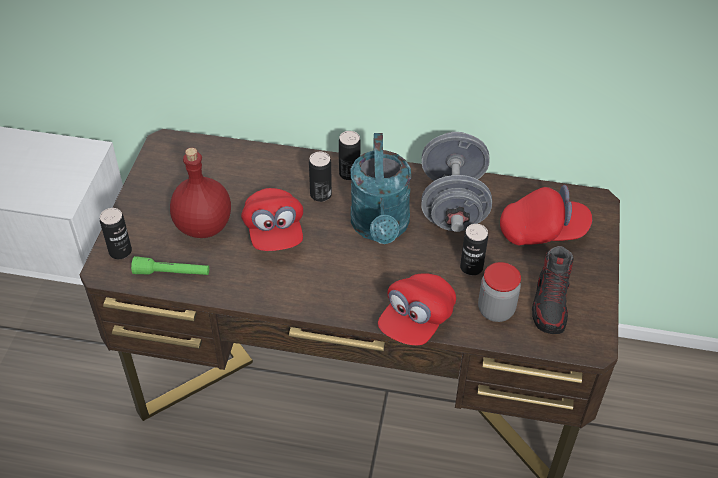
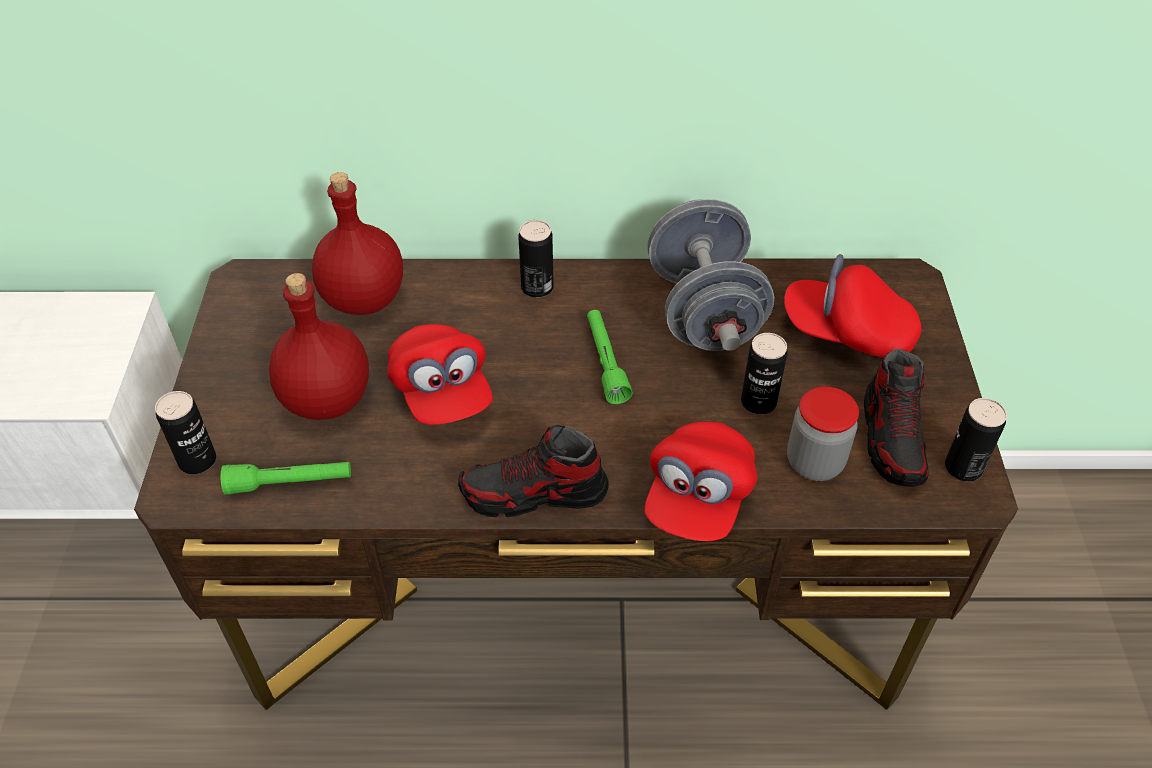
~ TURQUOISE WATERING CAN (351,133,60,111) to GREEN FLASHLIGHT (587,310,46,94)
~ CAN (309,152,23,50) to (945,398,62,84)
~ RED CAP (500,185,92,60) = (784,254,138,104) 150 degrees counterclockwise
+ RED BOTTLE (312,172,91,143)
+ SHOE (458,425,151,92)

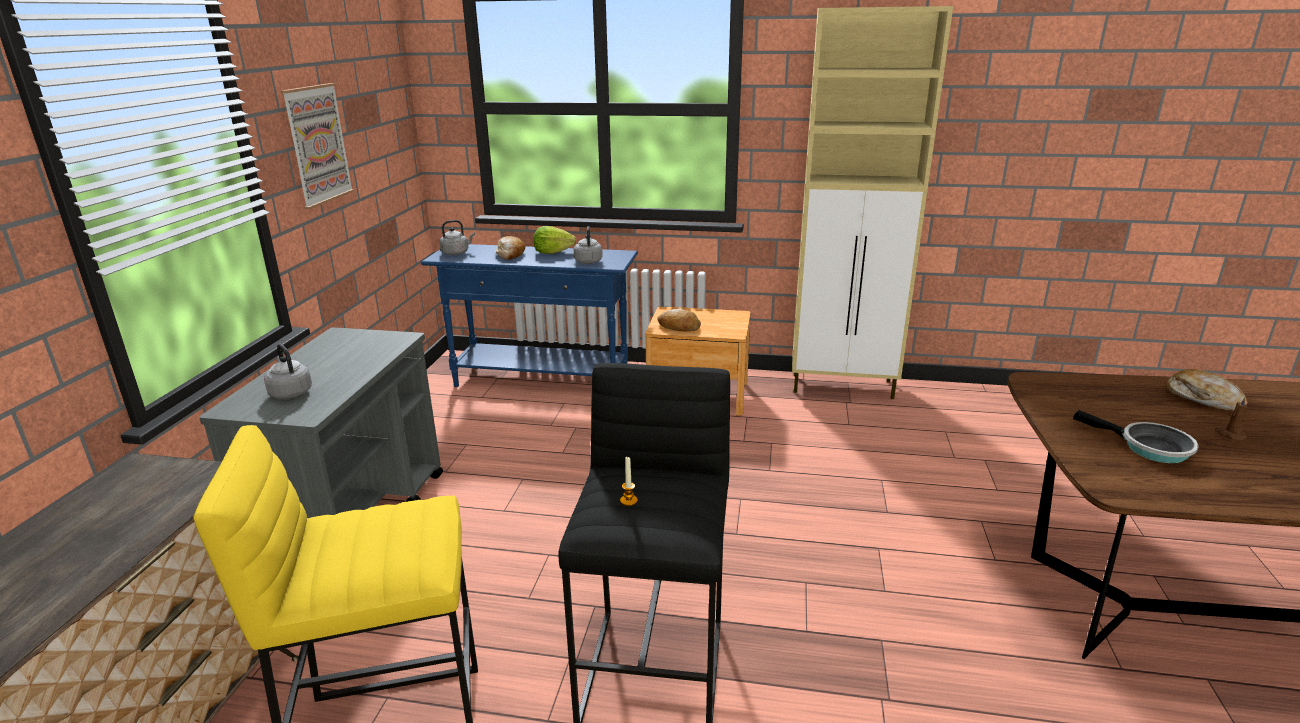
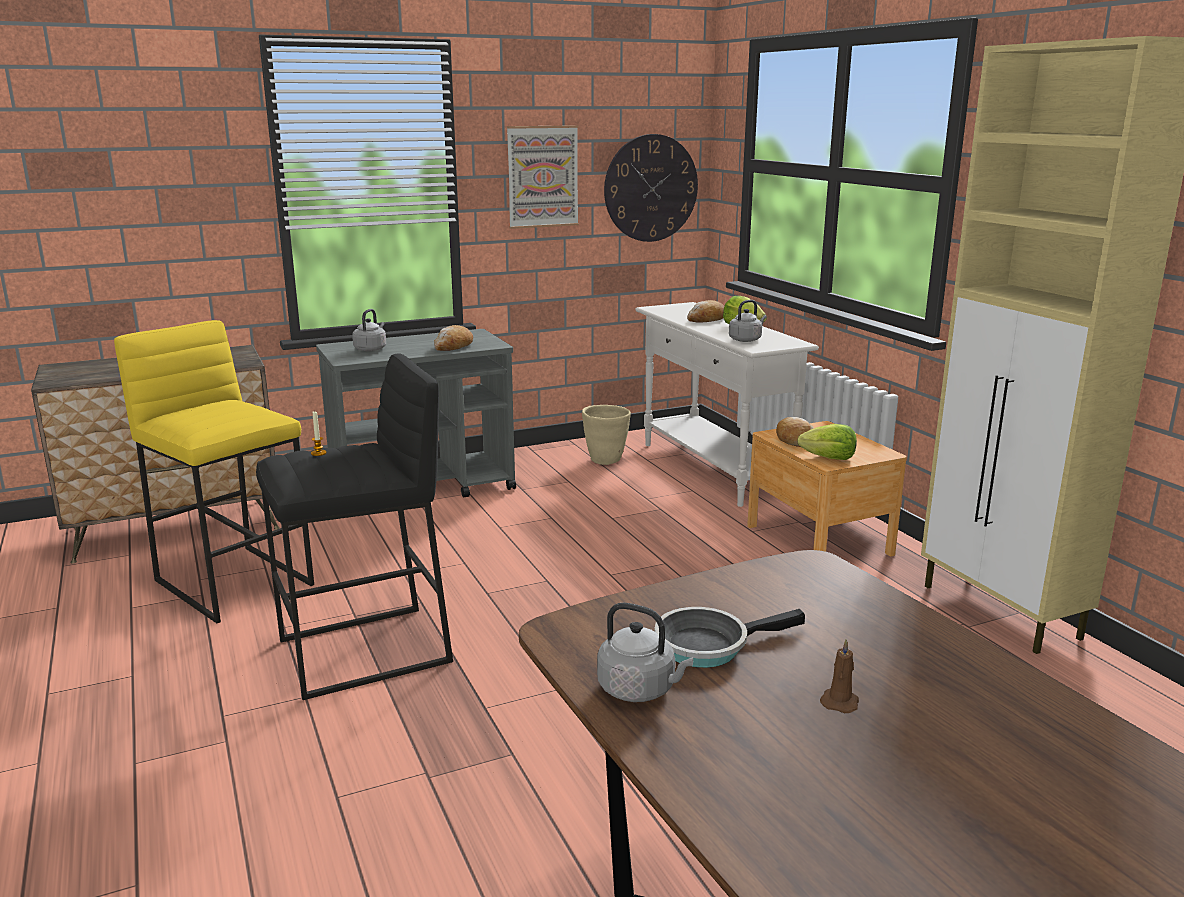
~ GREY KETTLE (439,220,36,35) to (597,603,97,99)
~ BLUE CONSOLE TABLE (421,244,217,143) to WHITE CONSOLE TABLE (635,302,184,205)
~ BREAD (1166,369,82,42) to (434,325,39,26)
~ FRYING PAN (1073,410,125,53) = (654,607,151,61) 60 degrees clockwise
+ WALL CLOCK (604,134,94,108)
+ BEIGE PLANTER (582,405,49,60)
+ LETTUCE (798,424,59,36)

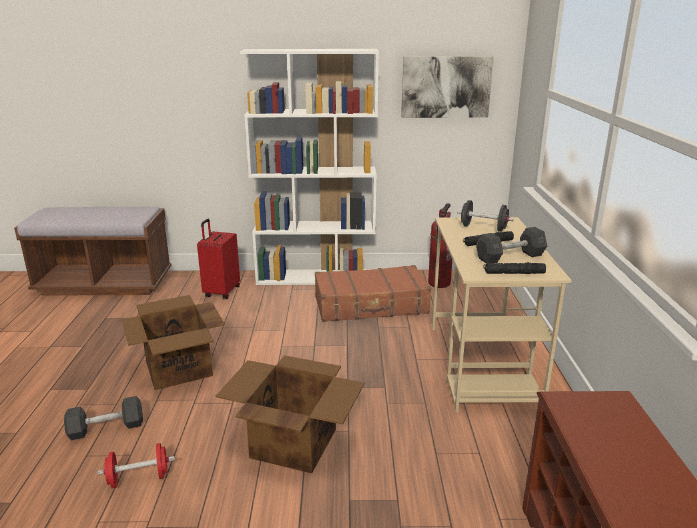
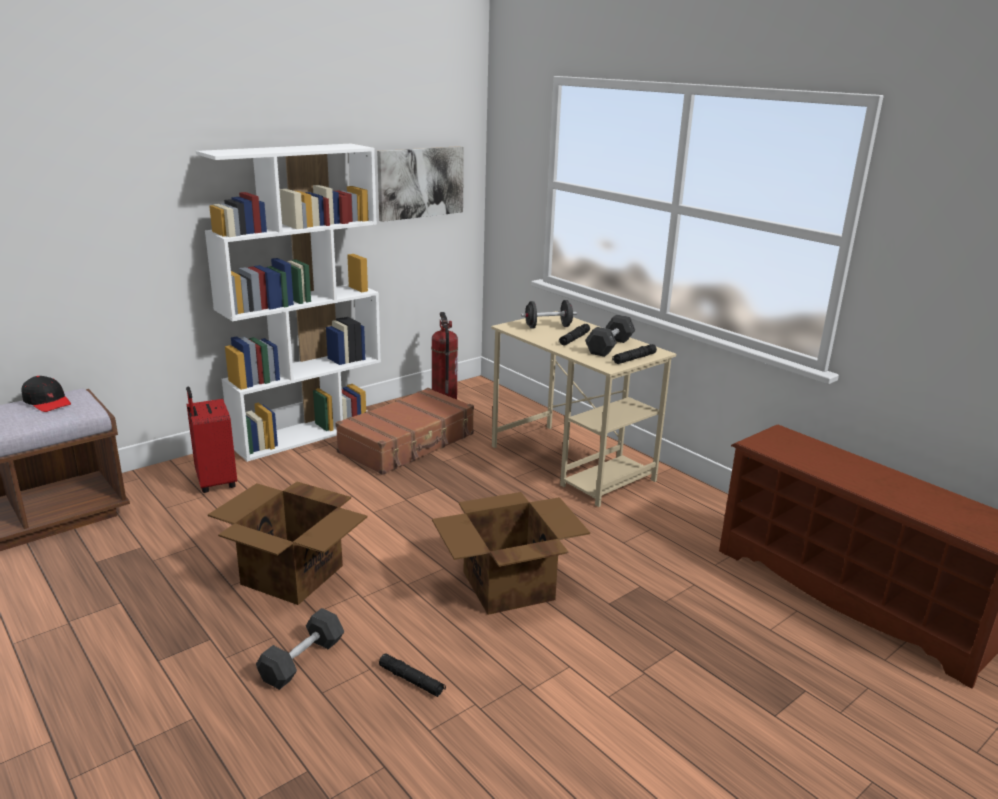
~ RED DUMBBELL (97,443,78,45) to BLACK FLASHLIGHT (379,654,67,43)
+ BLACK CAP (21,376,50,36)

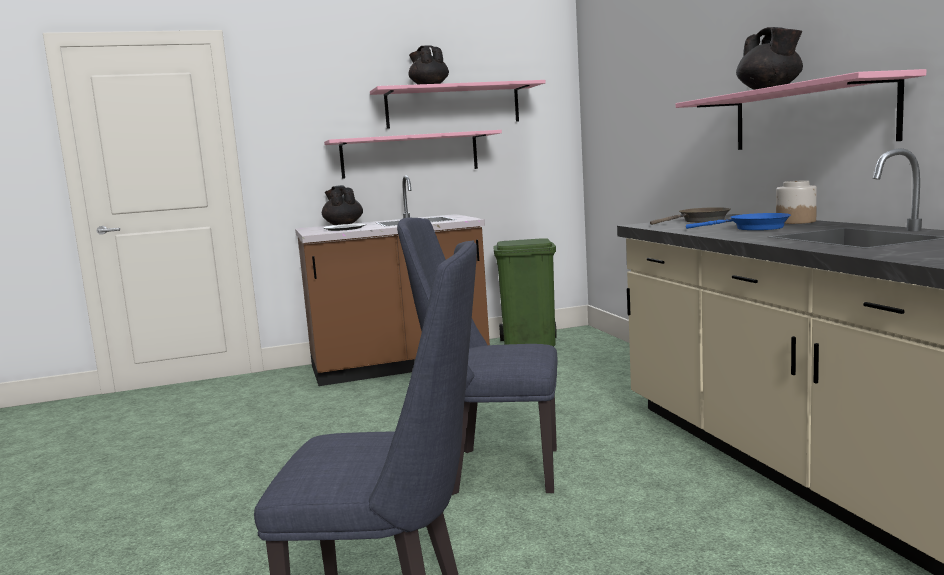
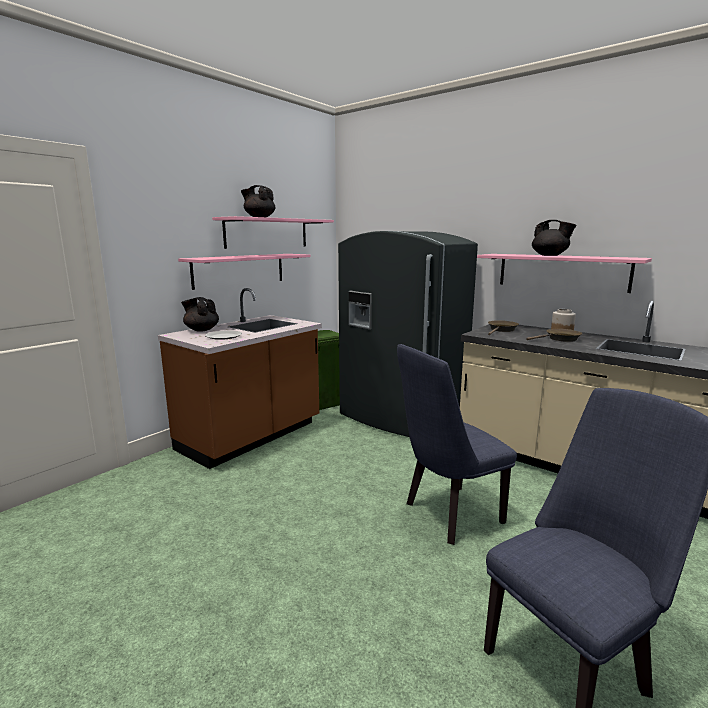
~ BLUE FRYING PAN (686,213,105,17) to BROWN FRYING PAN (526,329,56,13)
+ GREY FRIDGE (338,231,140,206)

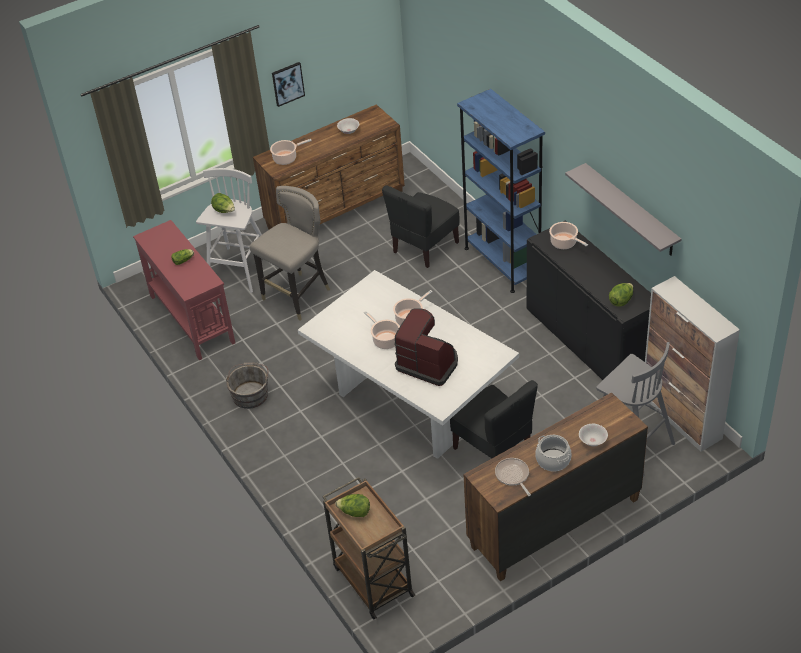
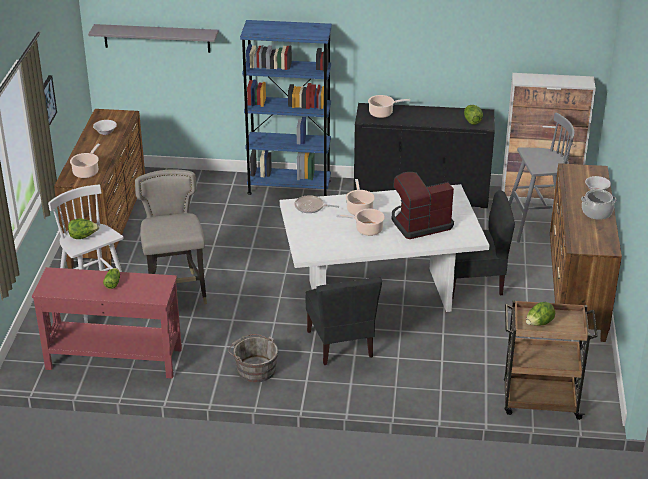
~ GREY SHELF (565,163,117,93) to (88,24,131,29)
~ BLACK CHAIR (382,185,78,83) to (305,277,77,88)
~ FRYING PAN (495,458,36,38) to (294,195,45,18)

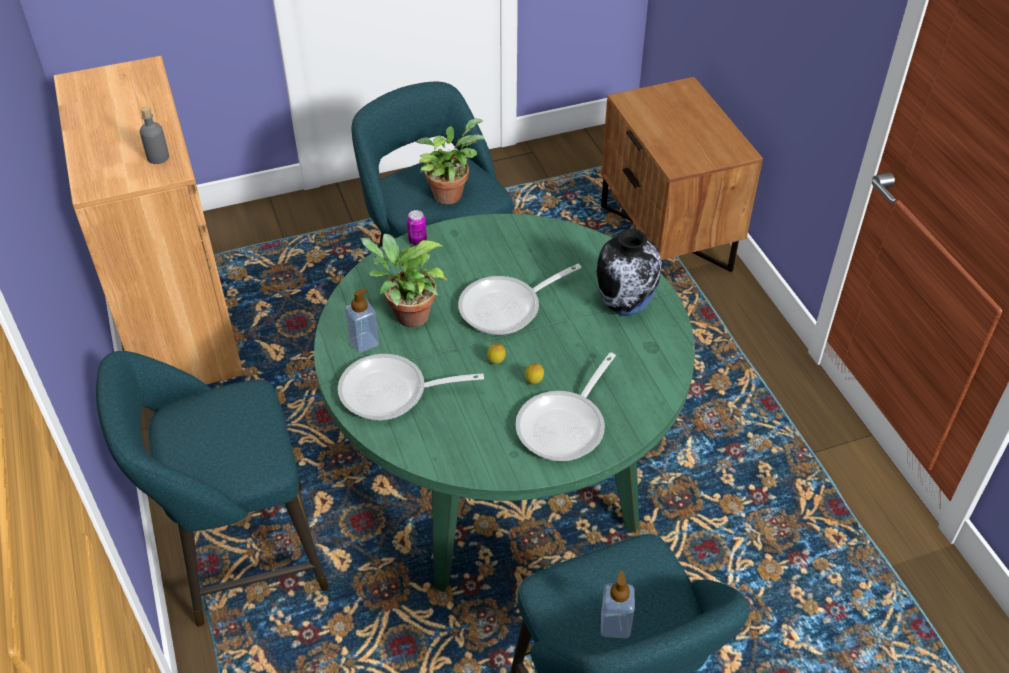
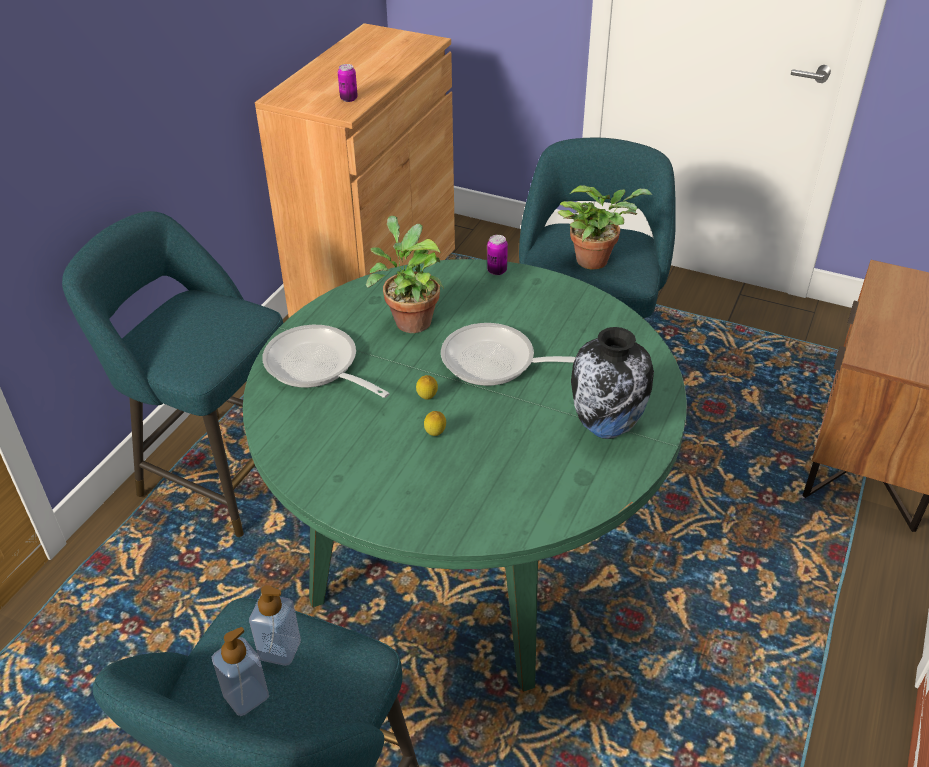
~ GREY BOTTLE (140,106,29,58) to CAN (338,64,20,38)
~ SOAP DISPENSER (345,289,34,64) to (249,585,52,81)
- FRYING PAN (515,352,101,109)

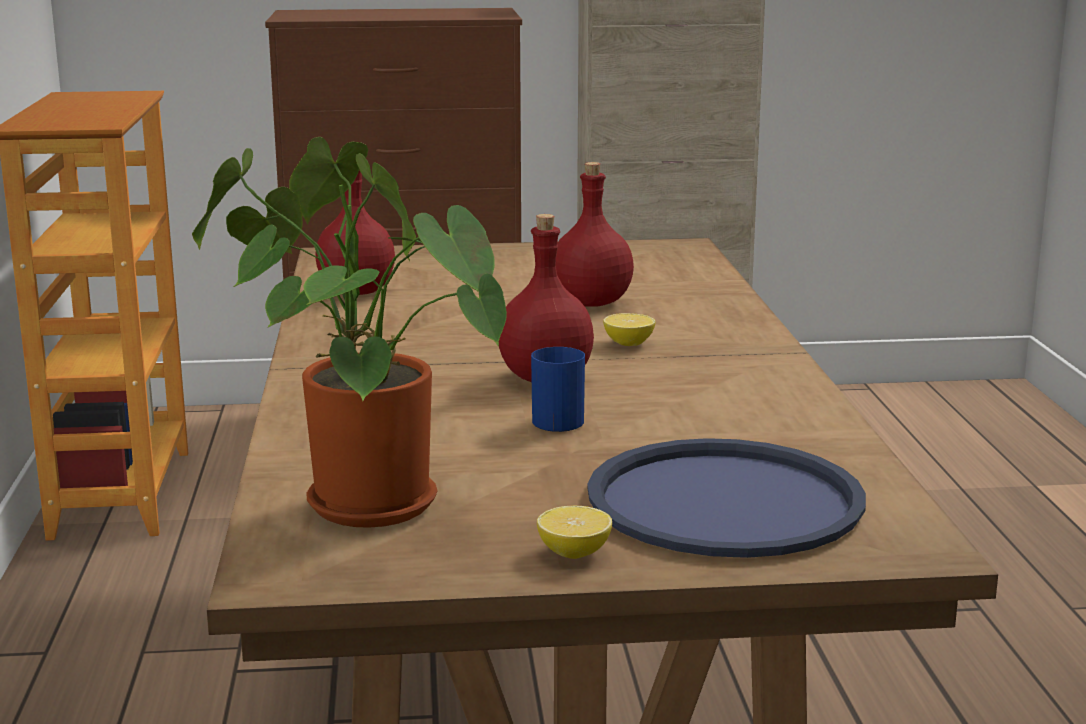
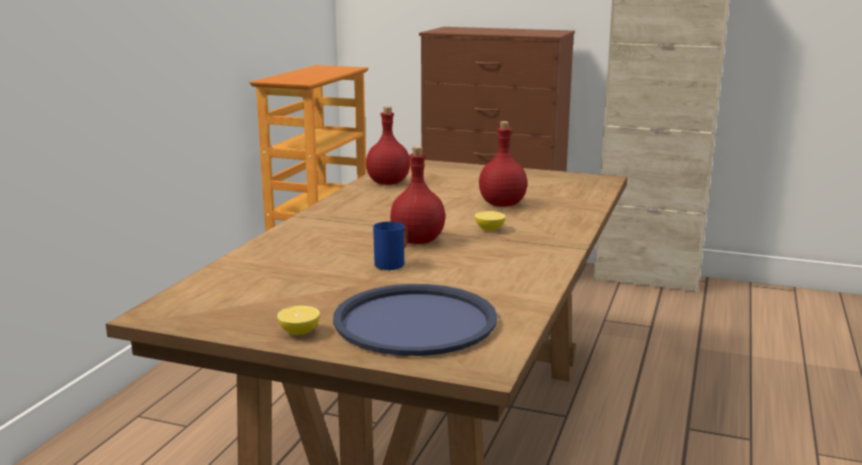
- POTTED PLANT (192,137,315,391)

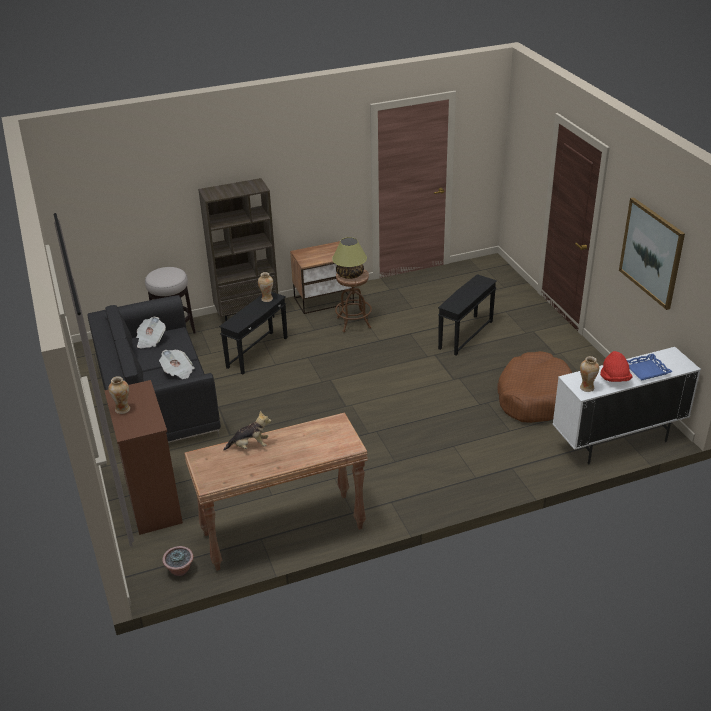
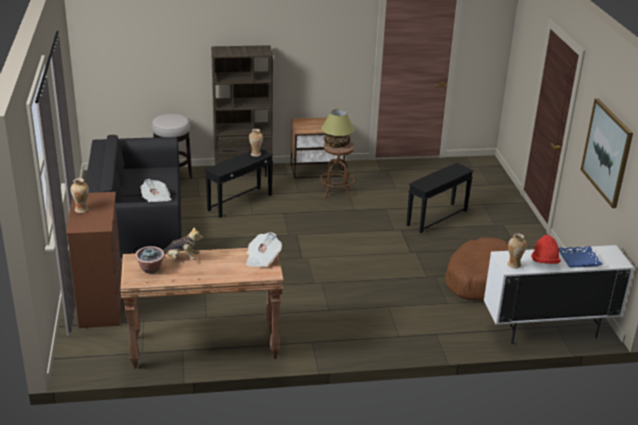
~ NEWSPAPER (136,317,30,31) to (246,232,36,35)
~ POTTED PLANT (162,546,31,30) to (135,246,30,27)

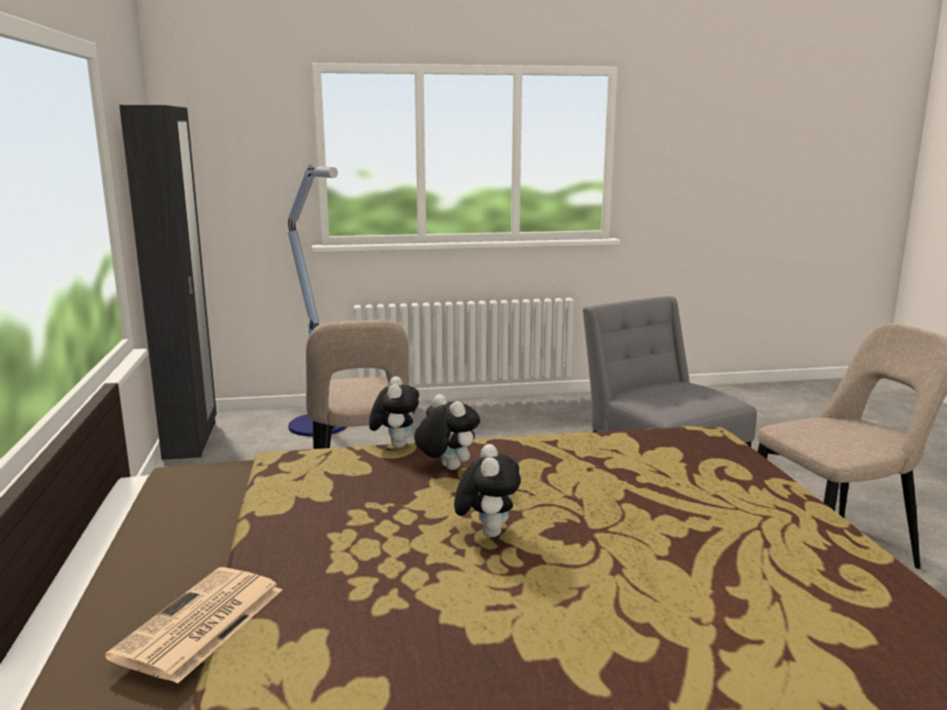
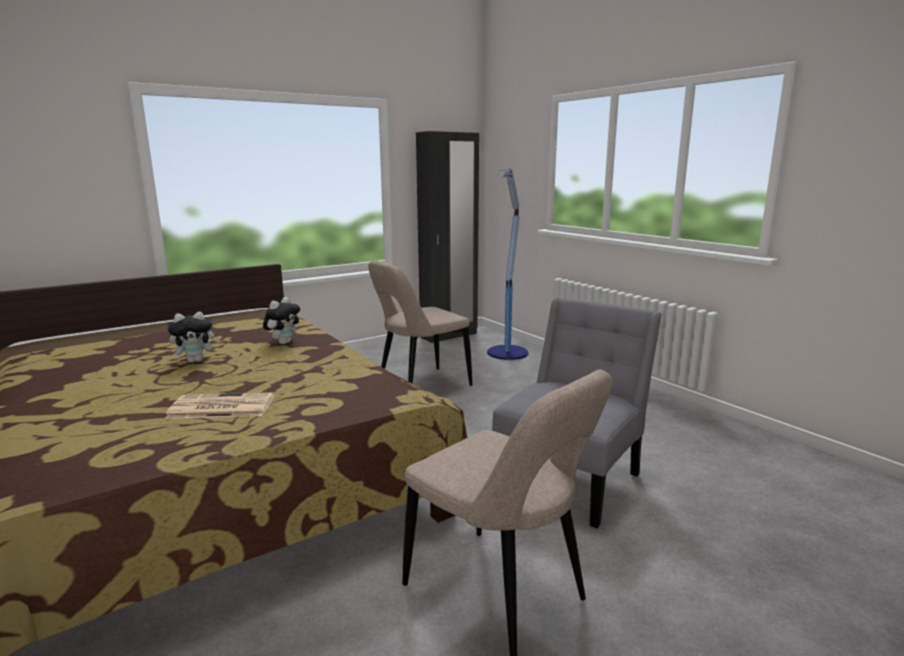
- PLUSH TOY (369,376,50,72)
~ NEWSPAPER (105,567,177,117) to (165,392,110,27)

